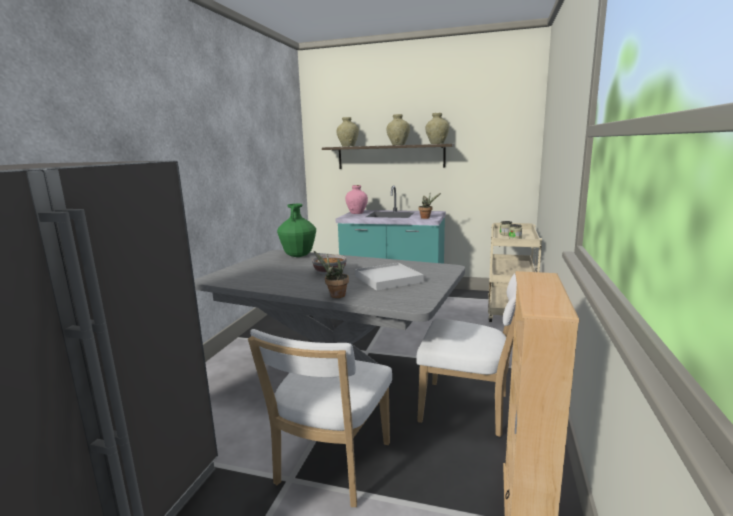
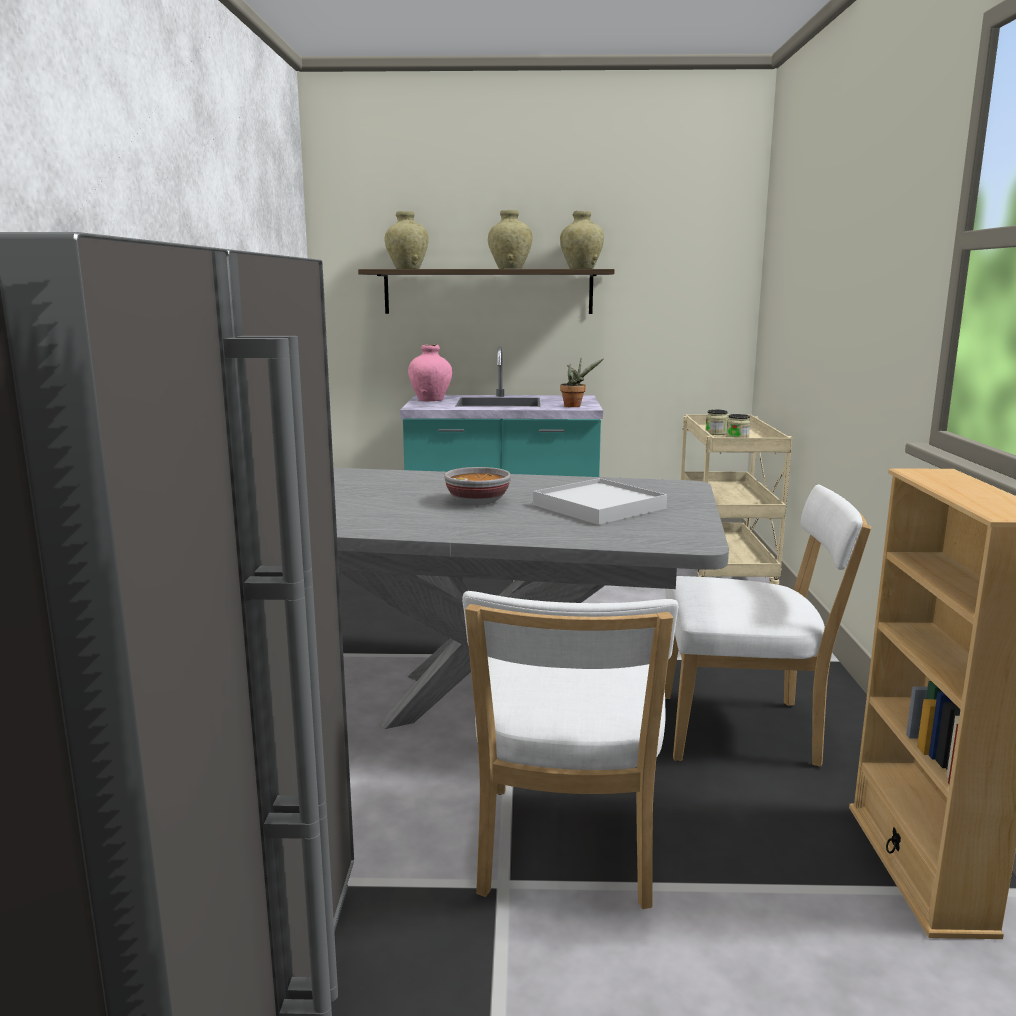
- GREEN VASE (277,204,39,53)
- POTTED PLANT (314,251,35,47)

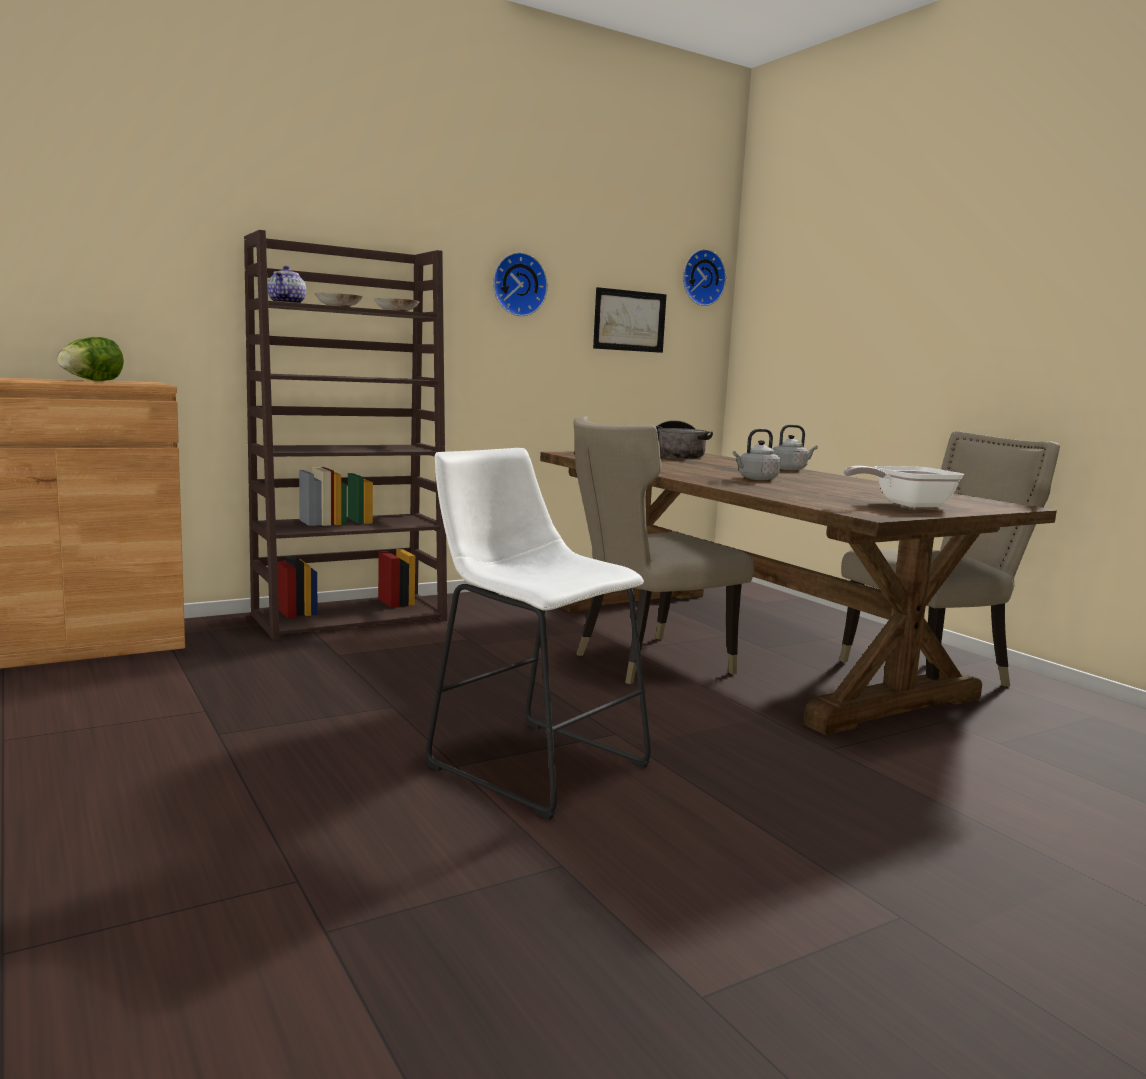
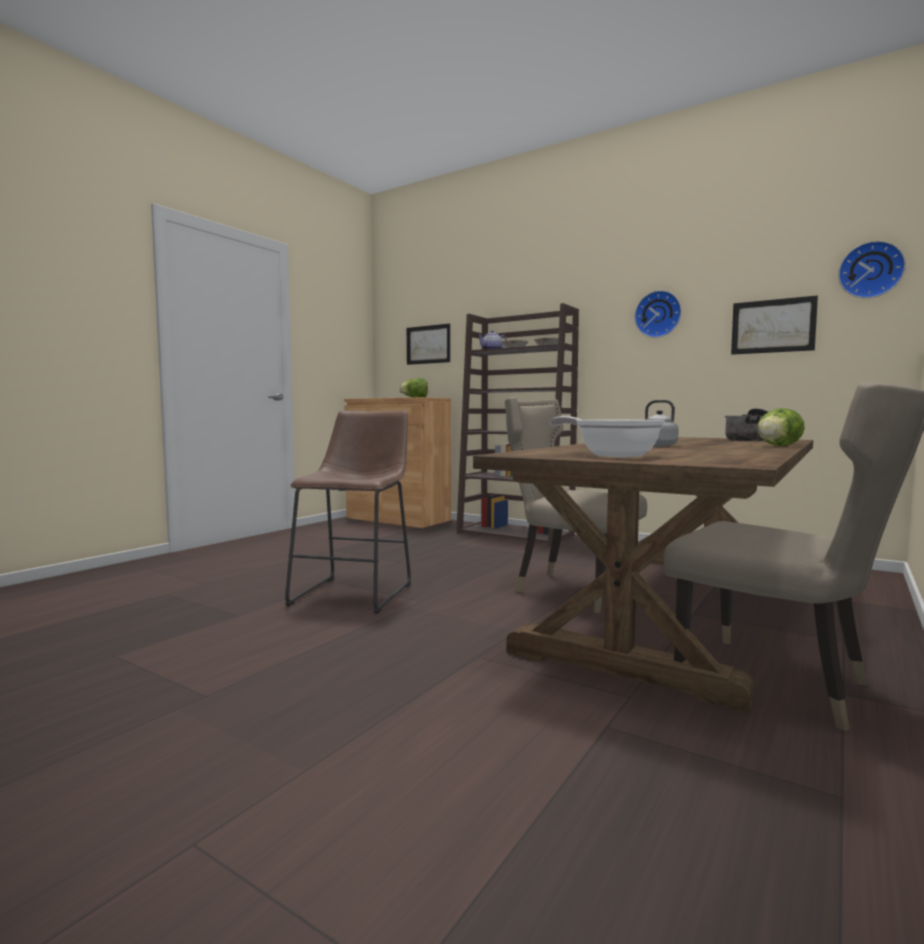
~ GREY KETTLE (773,425,45,45) to LETTUCE (757,408,48,38)
~ WHITE STOOL (426,448,225,372) to BROWN STOOL (285,411,126,203)
+ PICTURE (407,324,43,41)

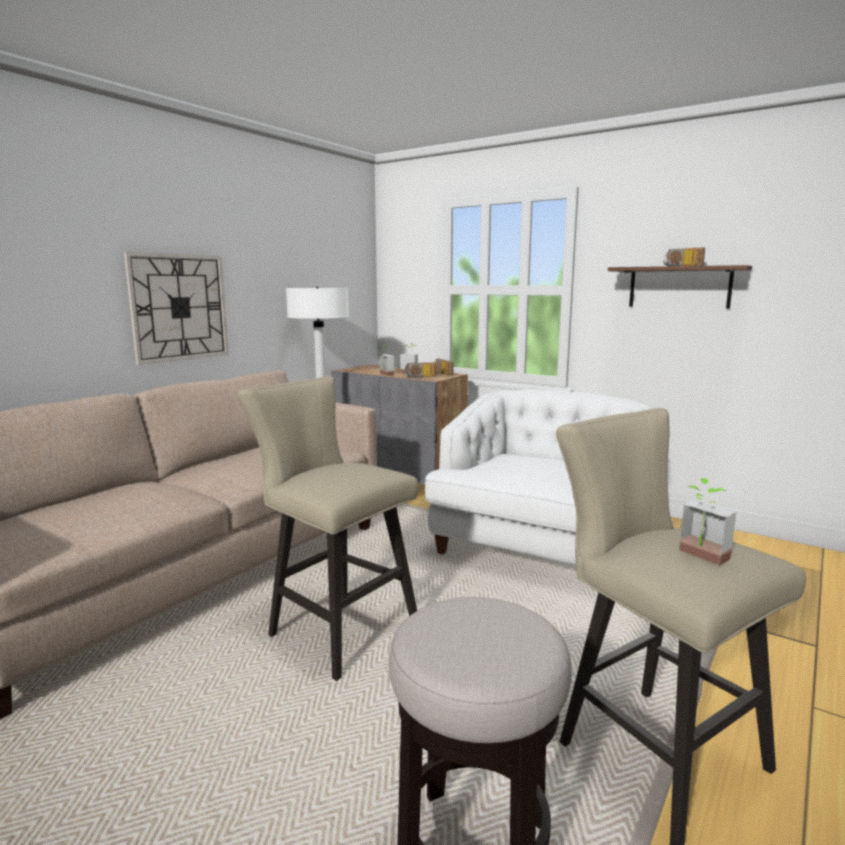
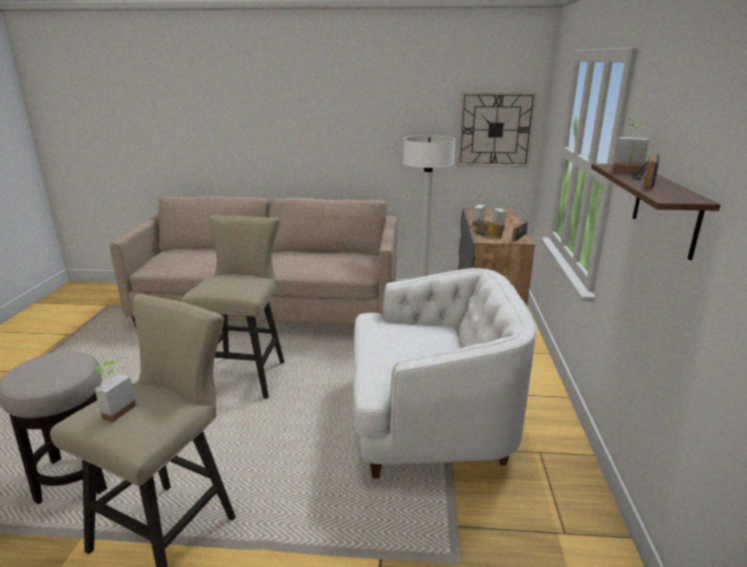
~ WALL CLOCK (124,252,105,113) to (457,92,80,75)
+ POTTED PLANT (613,119,36,53)

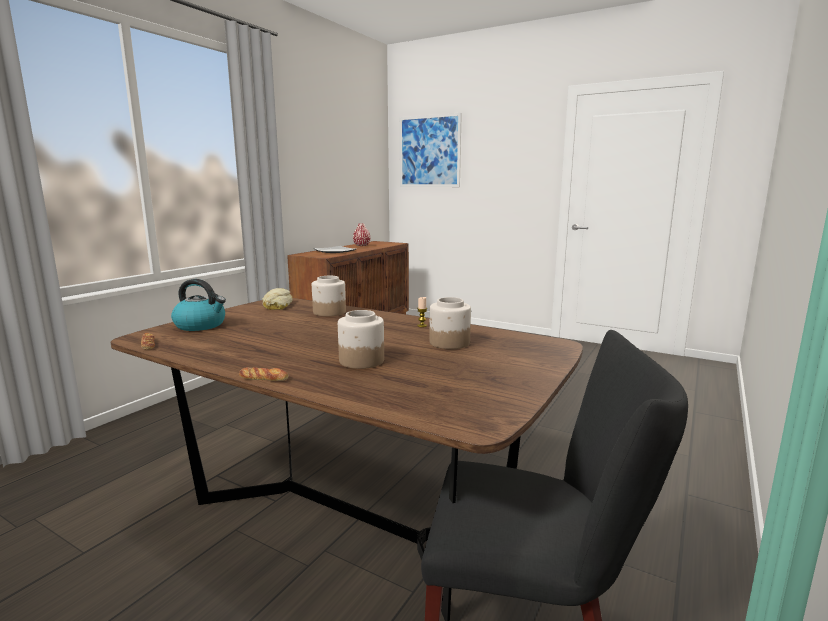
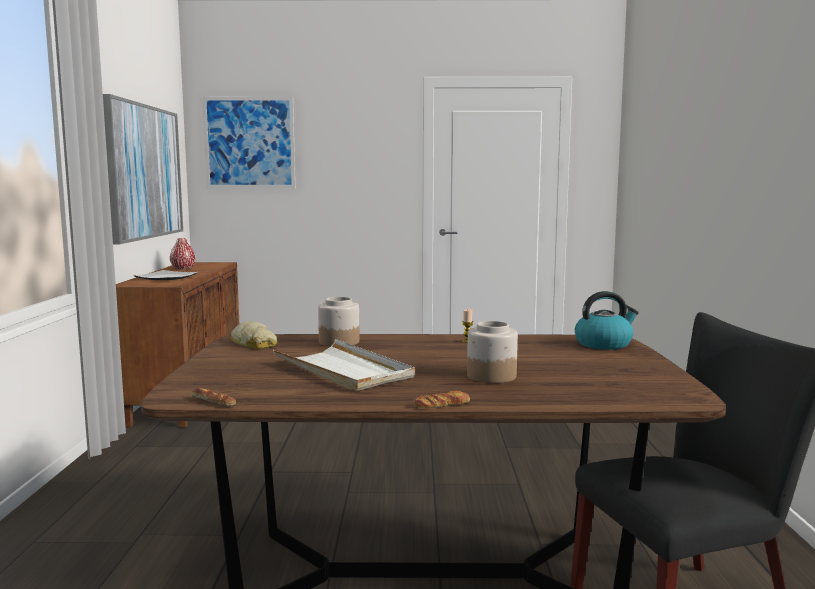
~ KETTLE (171,279,55,52) to (575,291,64,59)
- JAR (429,297,42,52)
+ PICTURE (103,94,80,150)
+ WHITE TRAY (273,339,142,53)

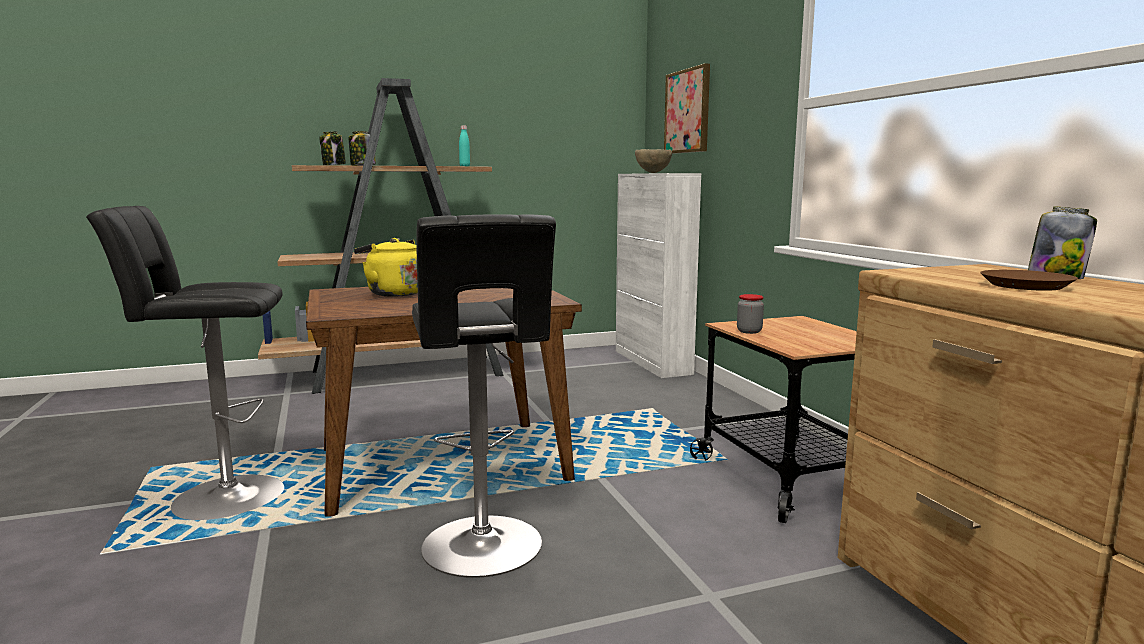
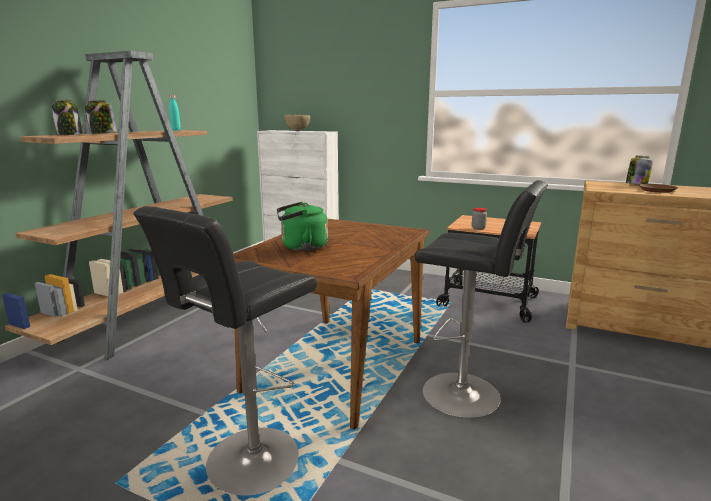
- PICTURE (664,63,46,91)
~ YELLOW KETTLE (354,238,64,59) to GREEN KETTLE (277,202,51,49)

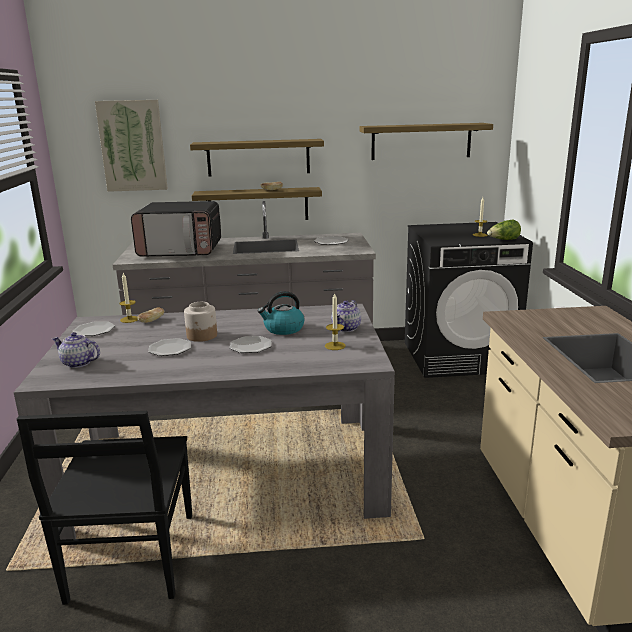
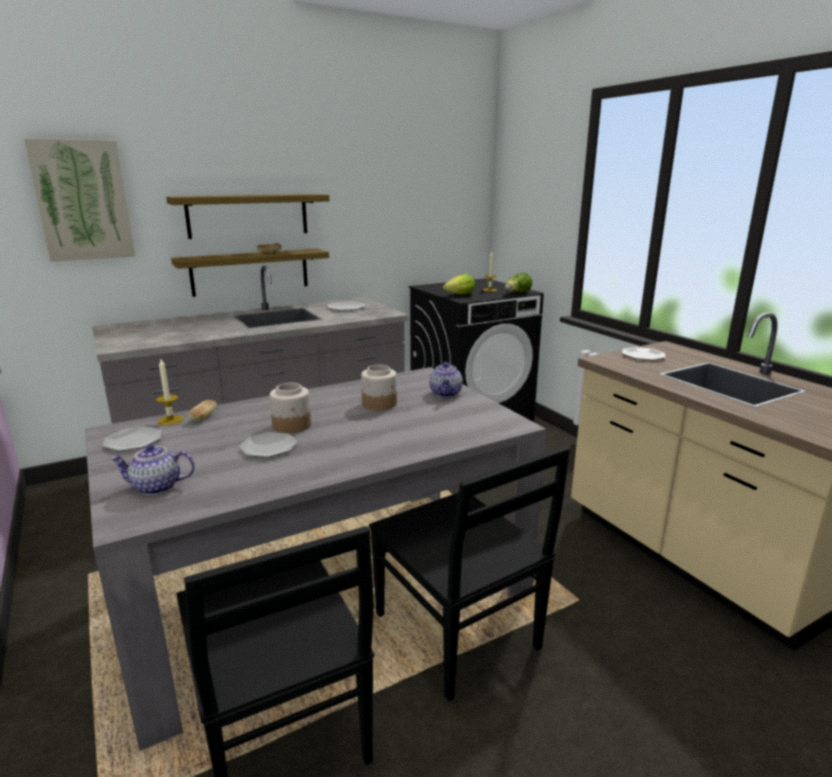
- SHELF (359,123,134,37)
- MICROWAVE (131,201,90,56)
~ KETTLE (258,291,46,44) to JAR (361,365,36,45)
- CANDLE (325,292,21,58)
~ PLATE (230,336,42,17) to (622,347,44,13)
+ LETTUCE (443,274,32,20)
+ BLACK CHAIR (369,446,201,255)

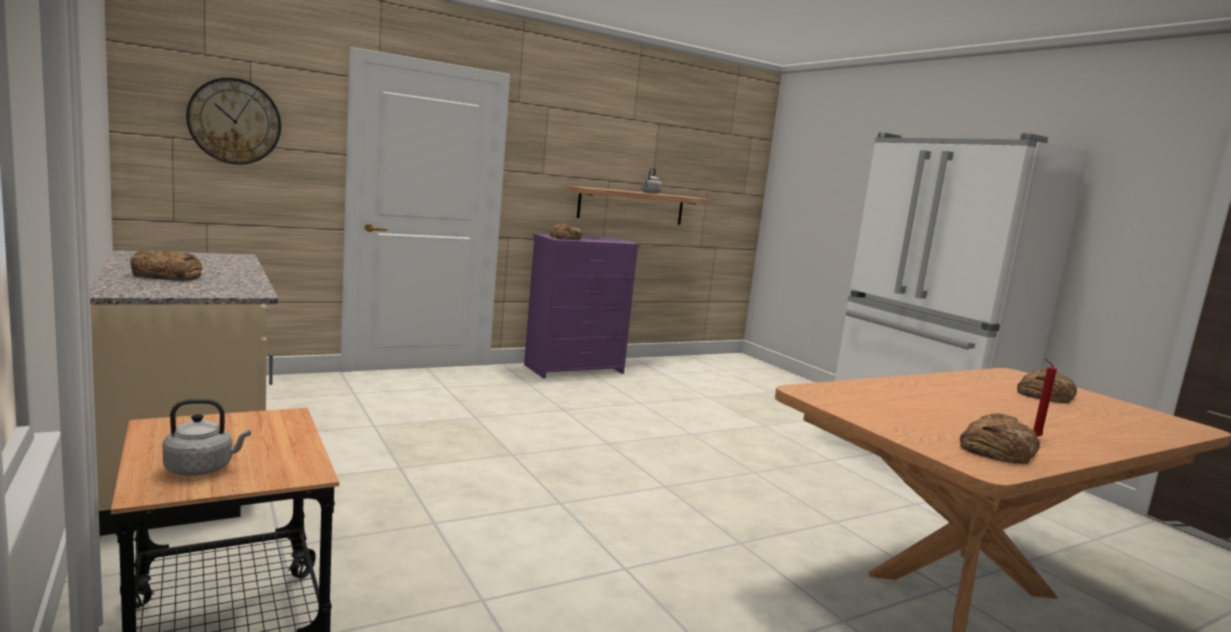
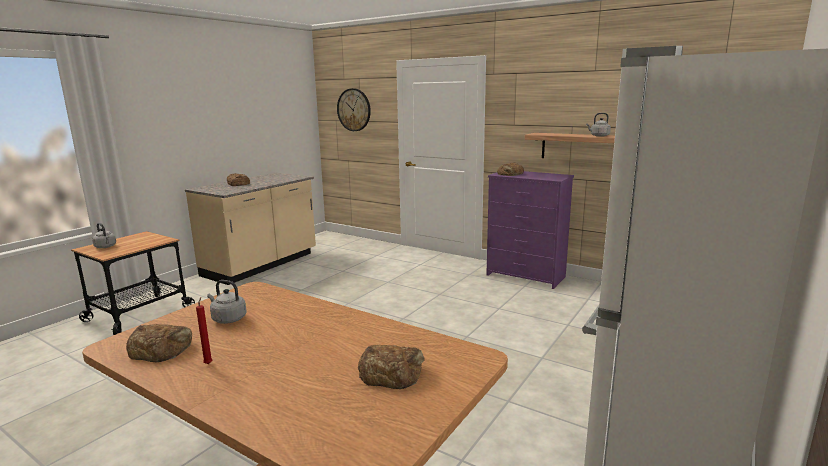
+ GREY KETTLE (207,280,40,44)

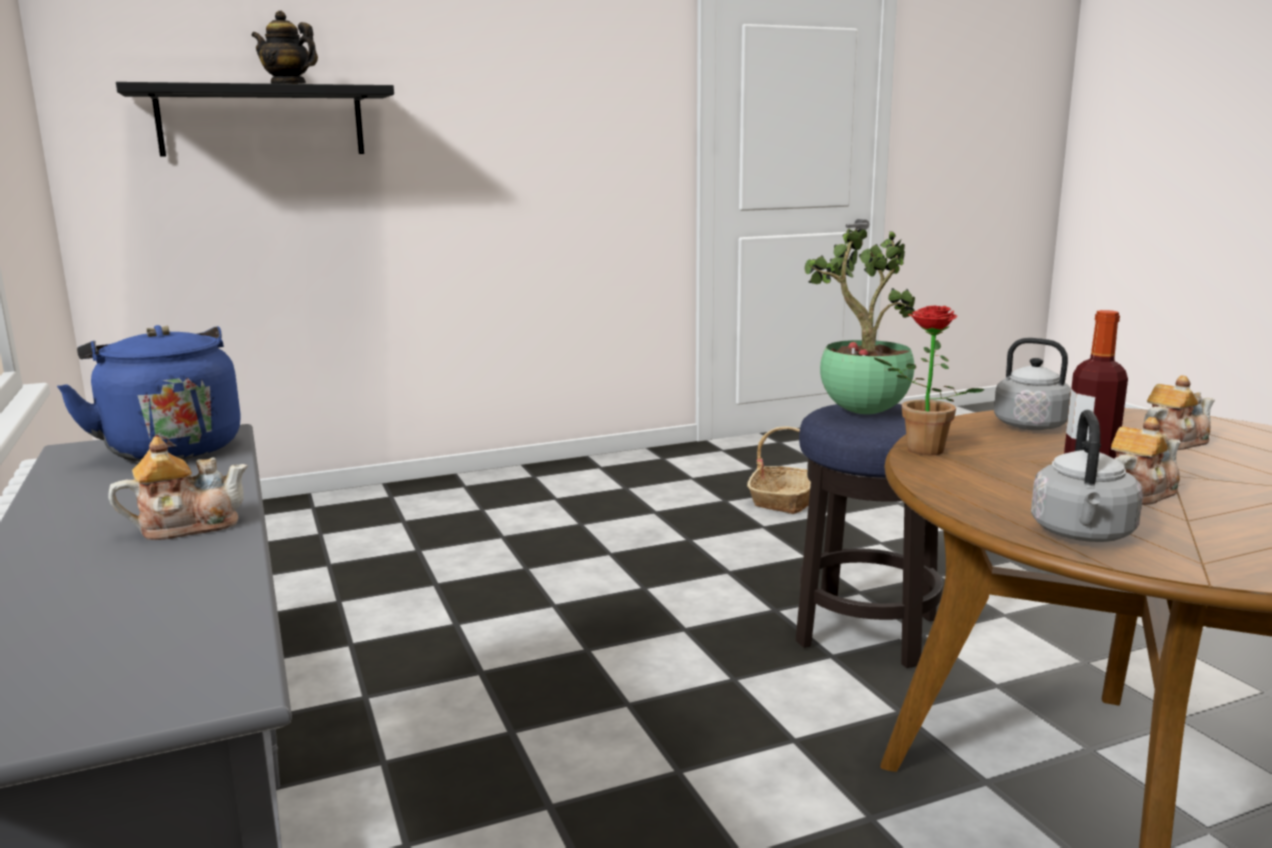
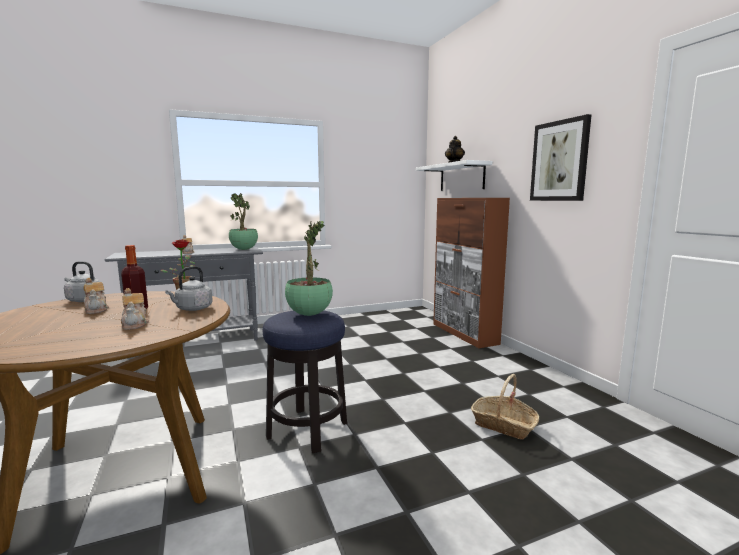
~ BLACK SHELF (116,82,278,75) to WHITE SHELF (416,160,76,31)
~ BLUE KETTLE (57,325,184,136) to POTTED PLANT (229,193,29,57)
+ PICTURE (530,114,61,87)
+ BROWN CABINET (433,198,77,150)

